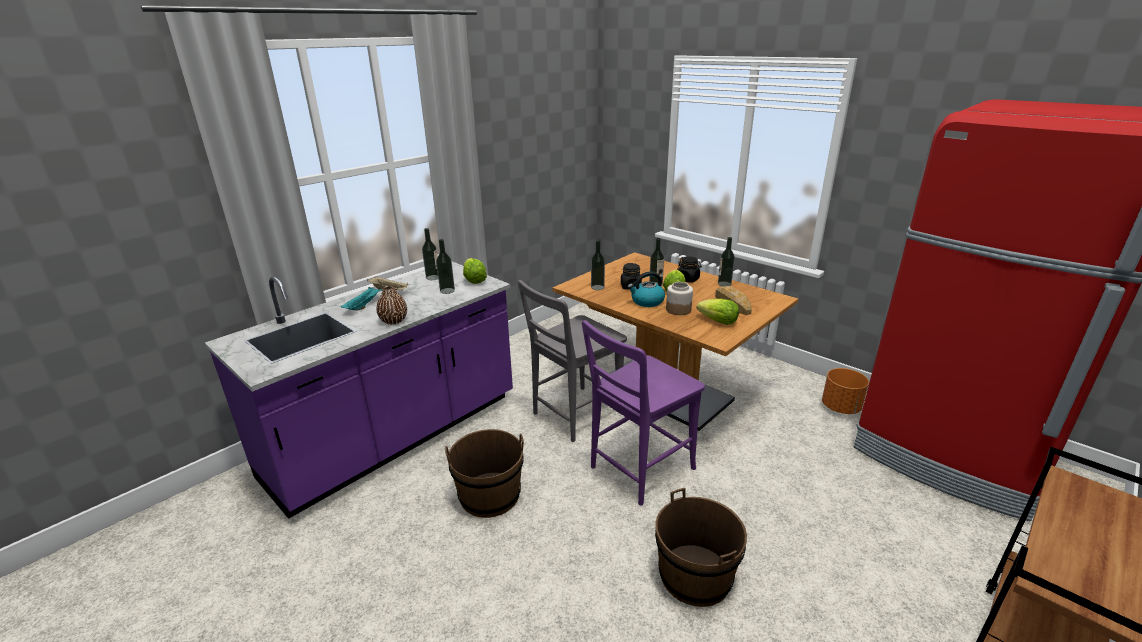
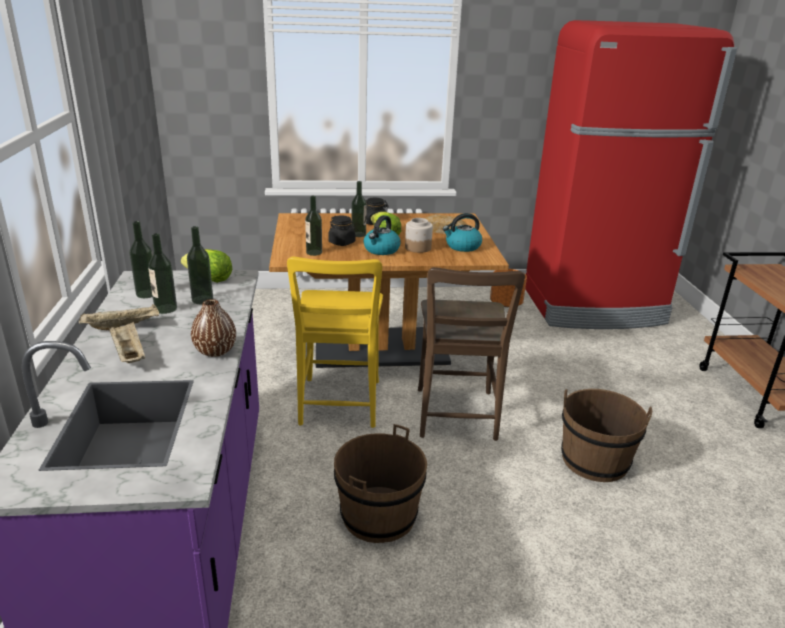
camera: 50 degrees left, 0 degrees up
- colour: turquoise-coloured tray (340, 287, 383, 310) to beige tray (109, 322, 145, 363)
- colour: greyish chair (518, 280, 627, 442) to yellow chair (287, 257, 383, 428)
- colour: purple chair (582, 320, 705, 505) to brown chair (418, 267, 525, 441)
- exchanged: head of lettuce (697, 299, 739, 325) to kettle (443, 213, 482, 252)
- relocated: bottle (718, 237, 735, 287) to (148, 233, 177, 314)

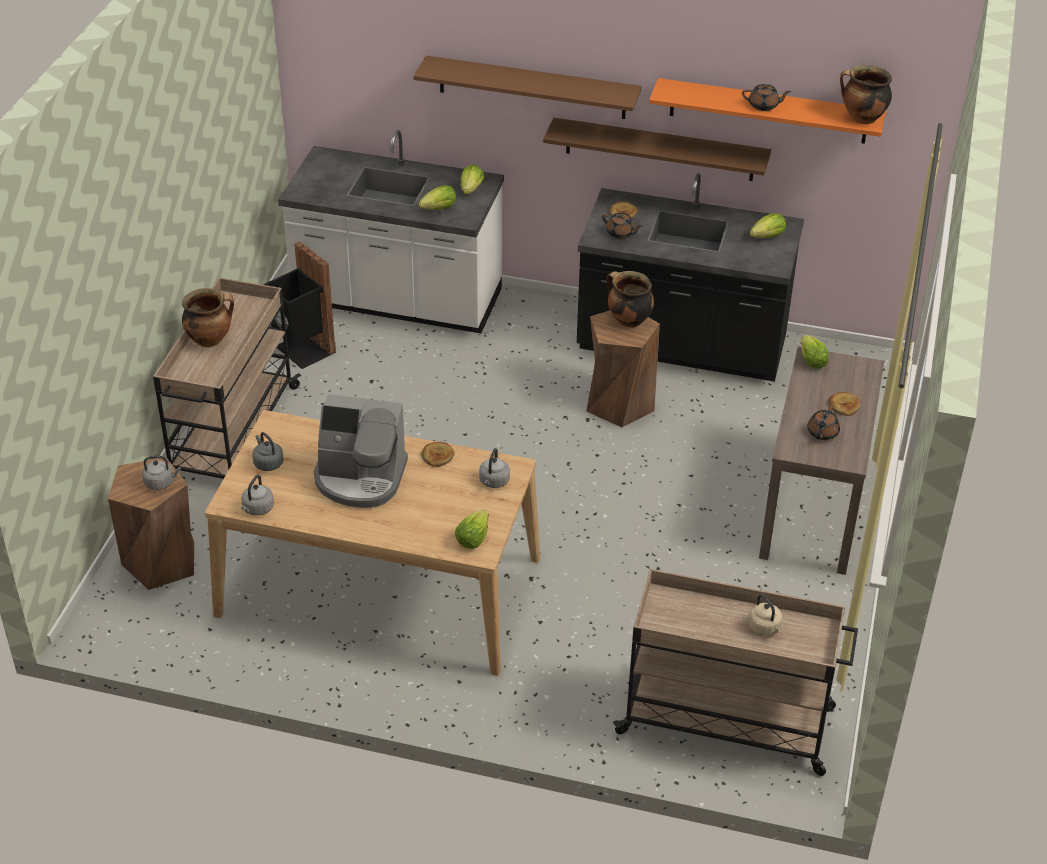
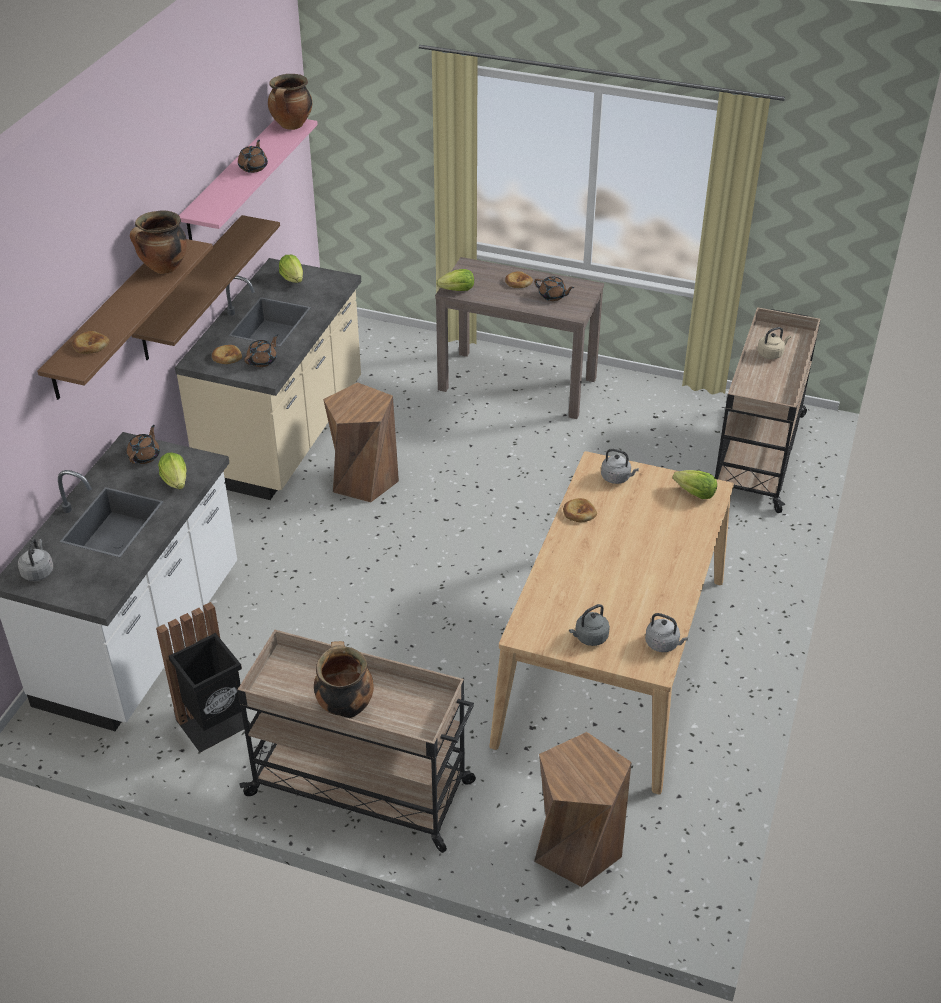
camera: 85 degrees left, 0 degrees up
- relocated: greyish kettle (142, 456, 181, 490) to (18, 538, 53, 581)
- missing: coffee brewer (314, 394, 408, 508)
- exchanged: head of lettuce (460, 164, 484, 194) to brown teapot (127, 425, 160, 464)
- colour: blackish kitchen base unit (577, 173, 804, 382) to beige kitchen base unit (175, 258, 361, 500)
- relocated: stockpot (606, 271, 654, 328) to (130, 210, 187, 274)
- colour: orange bracket shelf (649, 78, 886, 144) to pink-coloured bracket shelf (179, 119, 318, 240)
- appeared: baked bread (72, 331, 110, 354)

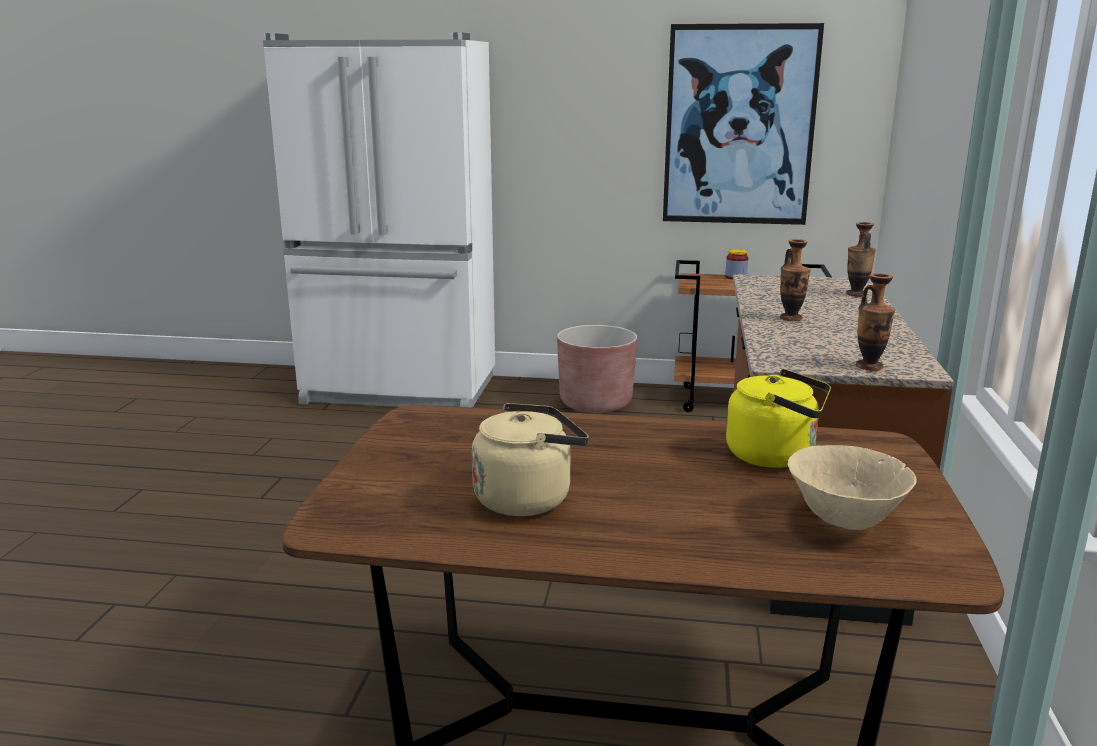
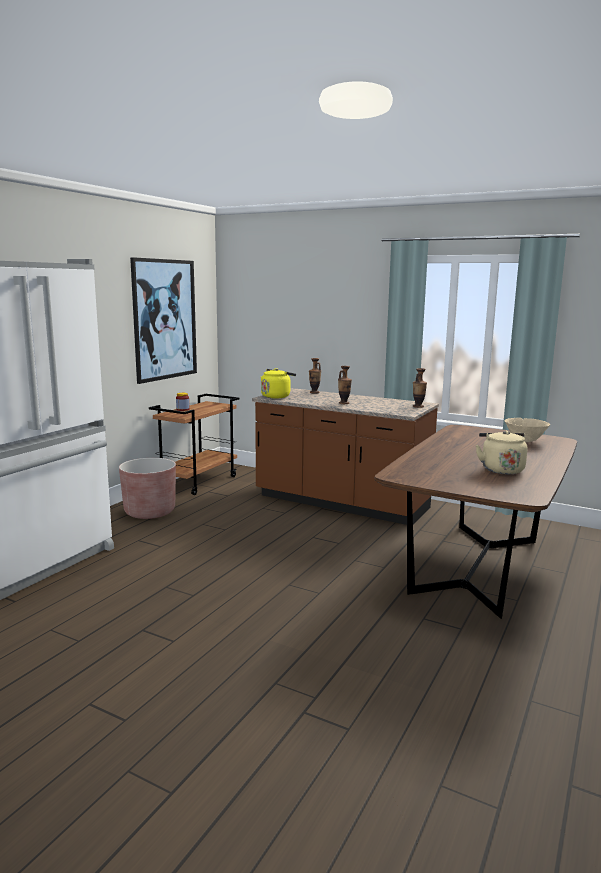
camera: 70 degrees left, 5 degrees down
- relocated: yellow kettle (726, 369, 831, 468) to (261, 368, 296, 398)

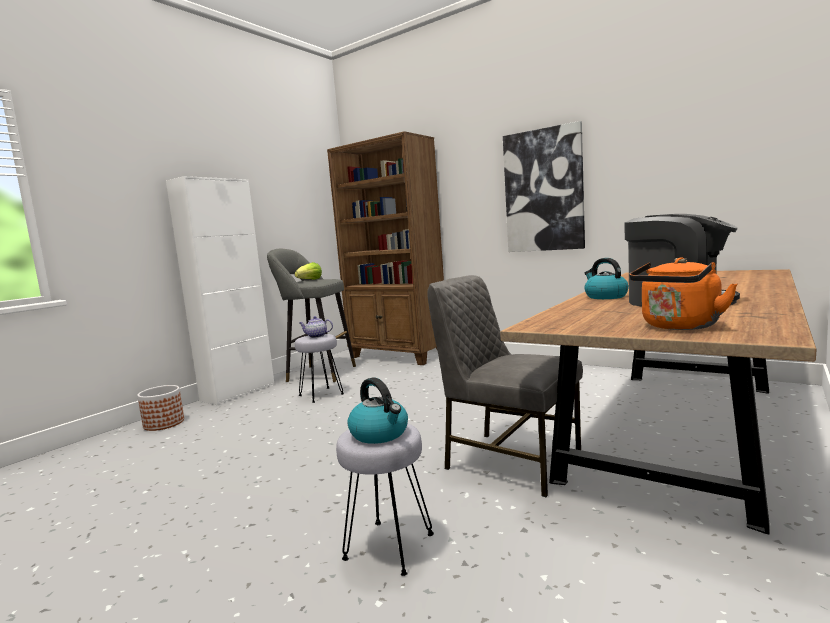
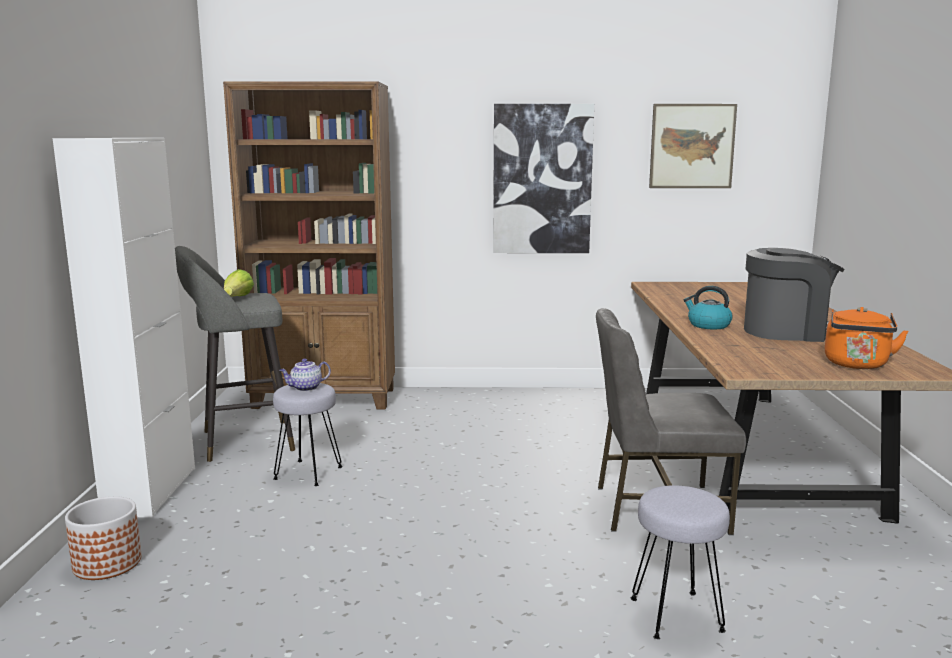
camera: 35 degrees left, 5 degrees up
- missing: kettle (347, 377, 408, 444)
- appeared: wall picture (649, 104, 737, 188)

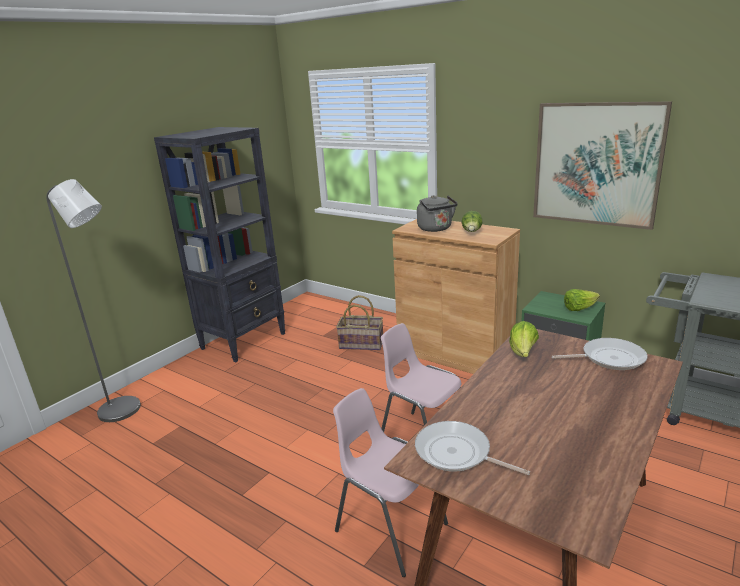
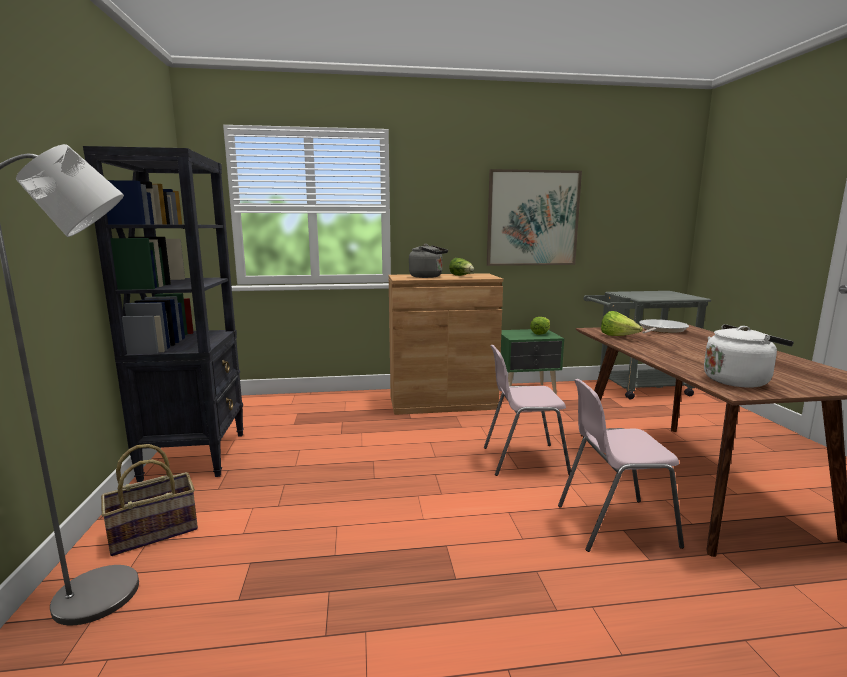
camera: 45 degrees left, 10 degrees down
- relocated: storage basket (336, 295, 383, 350) to (101, 444, 198, 556)
- exchanged: skillet (415, 421, 530, 475) to white-coloured kettle (704, 324, 794, 388)

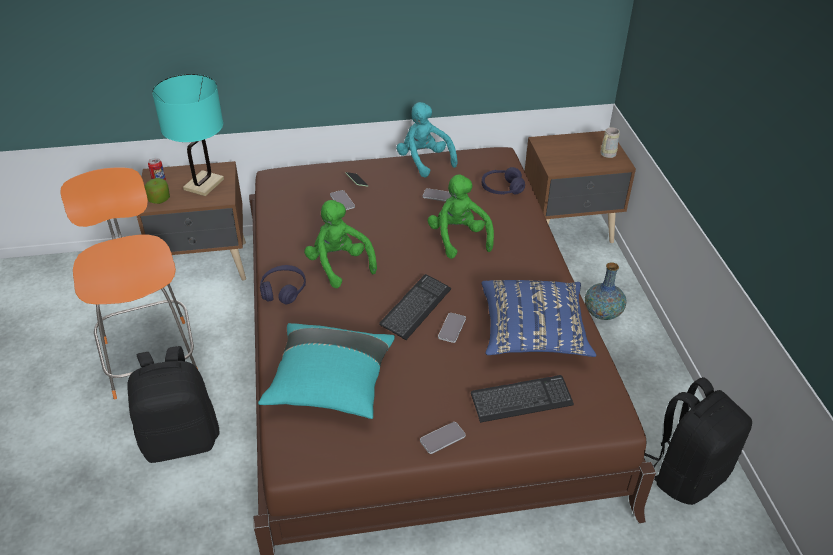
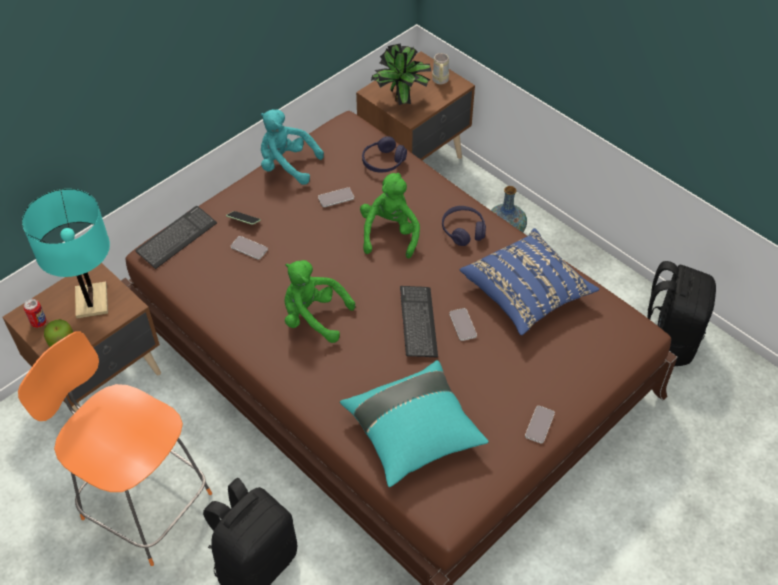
camera: 35 degrees left, 10 degrees up
- relocated: purple headset (260, 265, 306, 304) to (442, 206, 486, 246)
- spun: green-coloured cuddly toy (427, 174, 494, 259) = (360, 173, 420, 258) 60 degrees clockwise
- relocated: PC keyboard (471, 375, 574, 423) to (135, 206, 217, 269)
- appeared: houseplant (371, 43, 431, 105)

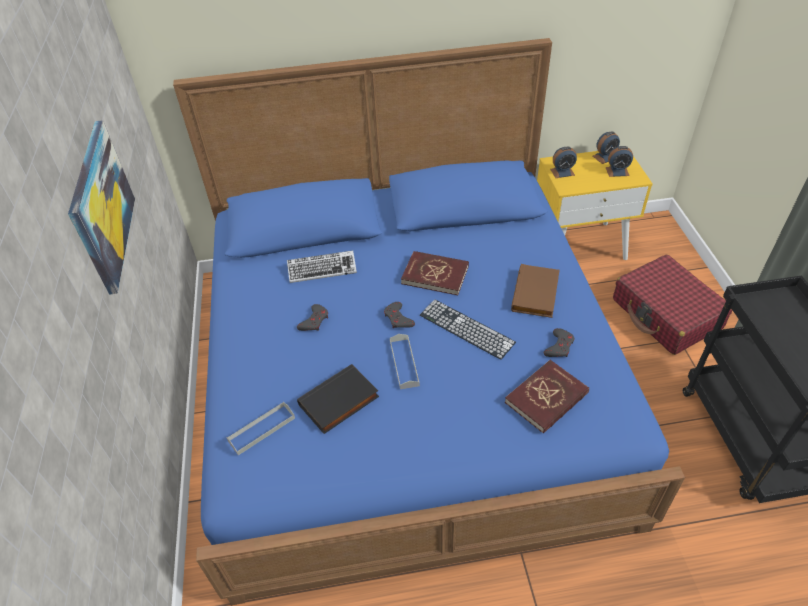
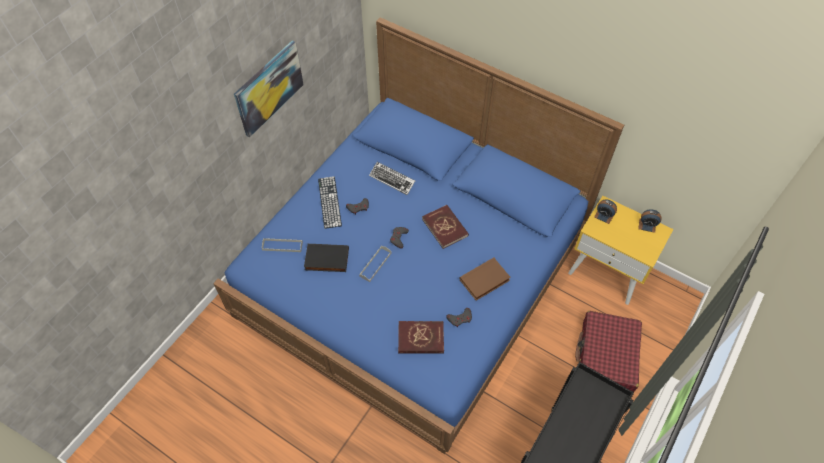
camera: 40 degrees right, 10 degrees up
- relocated: PC keyboard (420, 300, 516, 360) to (318, 176, 342, 229)
- missing: bedside clock (606, 146, 633, 177)

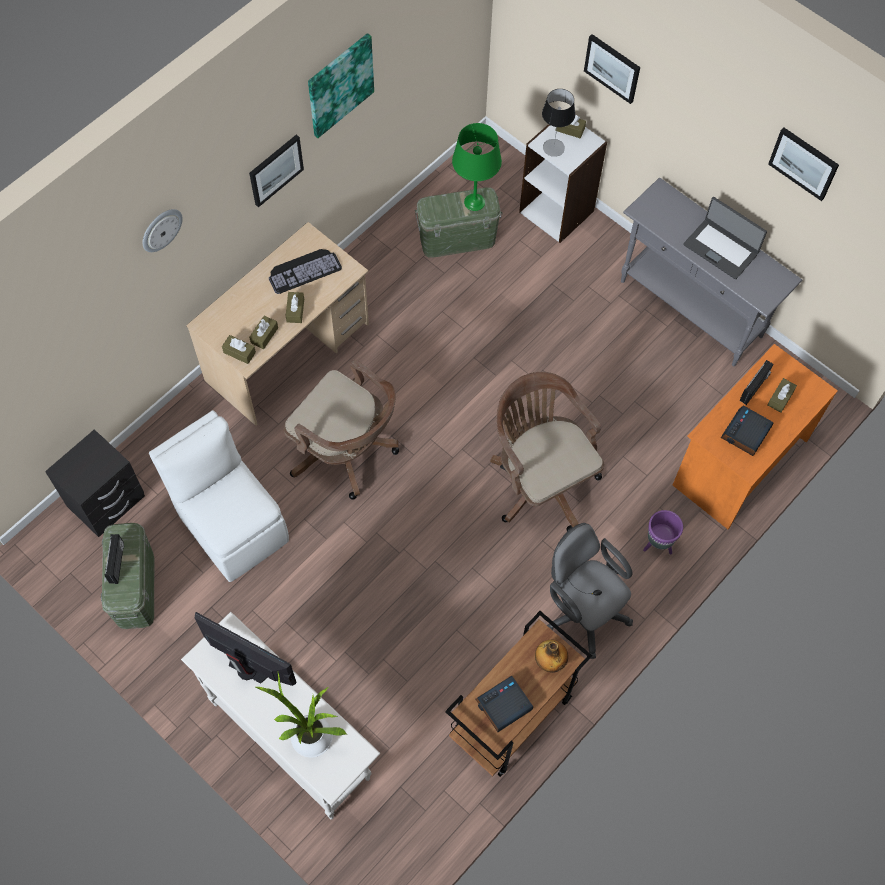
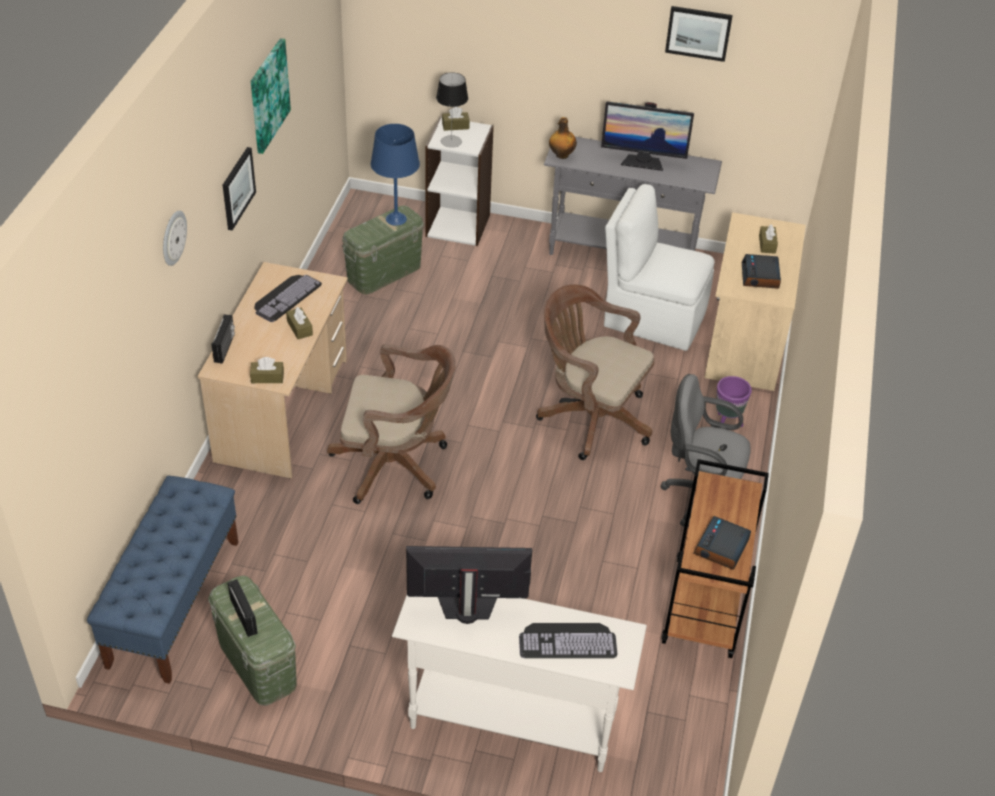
camera: 30 degrees left, 20 degrees down
- exchanged: blackish night table (45, 429, 145, 537) to blue long seat (87, 476, 238, 684)
- relocated: white-coloured chair (149, 410, 289, 582) to (604, 184, 715, 351)
- missing: brown tissue holder (249, 315, 278, 349)
- exchanged: houseplant (256, 673, 347, 758) to PC keyboard (519, 623, 618, 658)
- colour: green-coloured lamp for a table (452, 123, 502, 211) to blue lamp for a table (371, 124, 420, 226)
- relocated: bottle (535, 640, 568, 673) to (549, 117, 577, 159)
- missing: wall picture (584, 34, 640, 104)
- colour: orange desk table (673, 344, 838, 529) to beige desk table (704, 212, 806, 391)
- exchanged: notebook computer (683, 197, 767, 279) to computer display (601, 101, 694, 171)
- relocated: radio (740, 360, 773, 405) to (211, 314, 235, 364)

